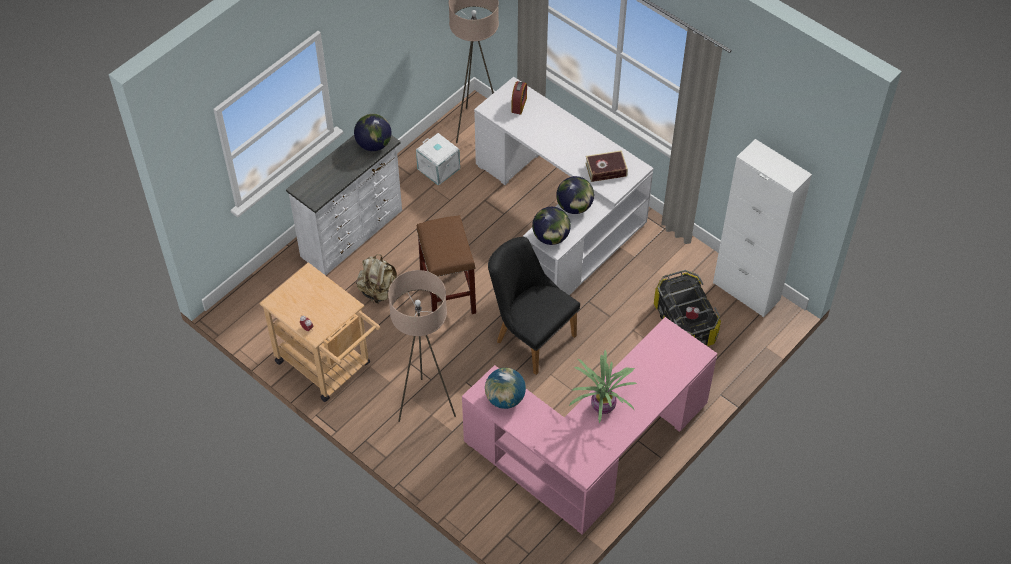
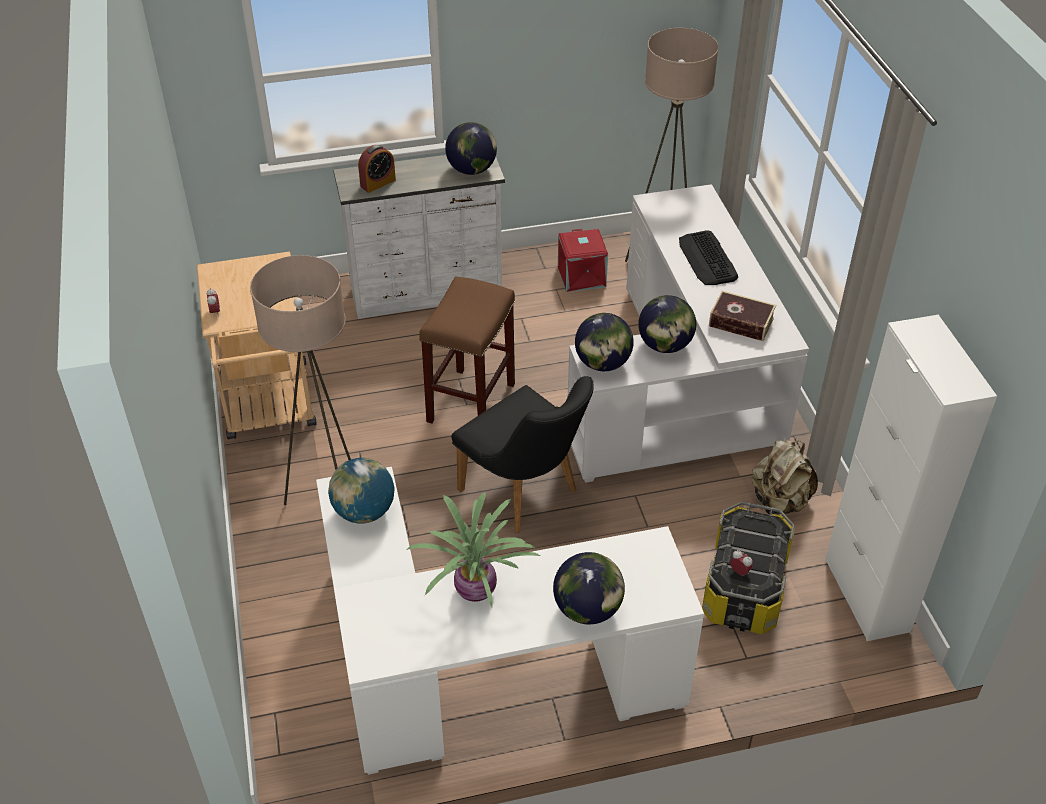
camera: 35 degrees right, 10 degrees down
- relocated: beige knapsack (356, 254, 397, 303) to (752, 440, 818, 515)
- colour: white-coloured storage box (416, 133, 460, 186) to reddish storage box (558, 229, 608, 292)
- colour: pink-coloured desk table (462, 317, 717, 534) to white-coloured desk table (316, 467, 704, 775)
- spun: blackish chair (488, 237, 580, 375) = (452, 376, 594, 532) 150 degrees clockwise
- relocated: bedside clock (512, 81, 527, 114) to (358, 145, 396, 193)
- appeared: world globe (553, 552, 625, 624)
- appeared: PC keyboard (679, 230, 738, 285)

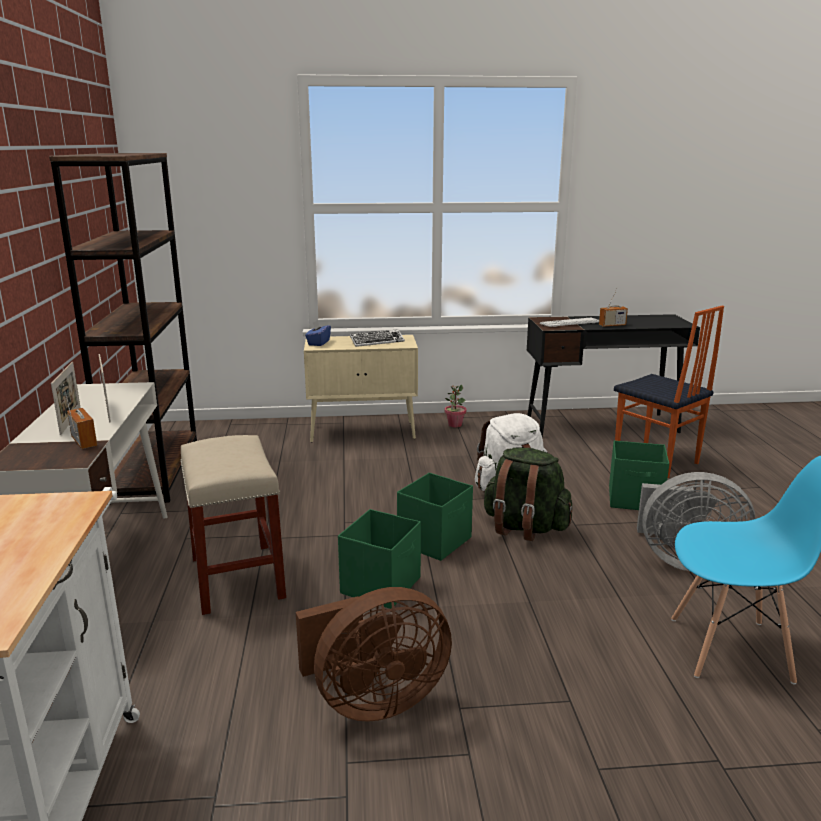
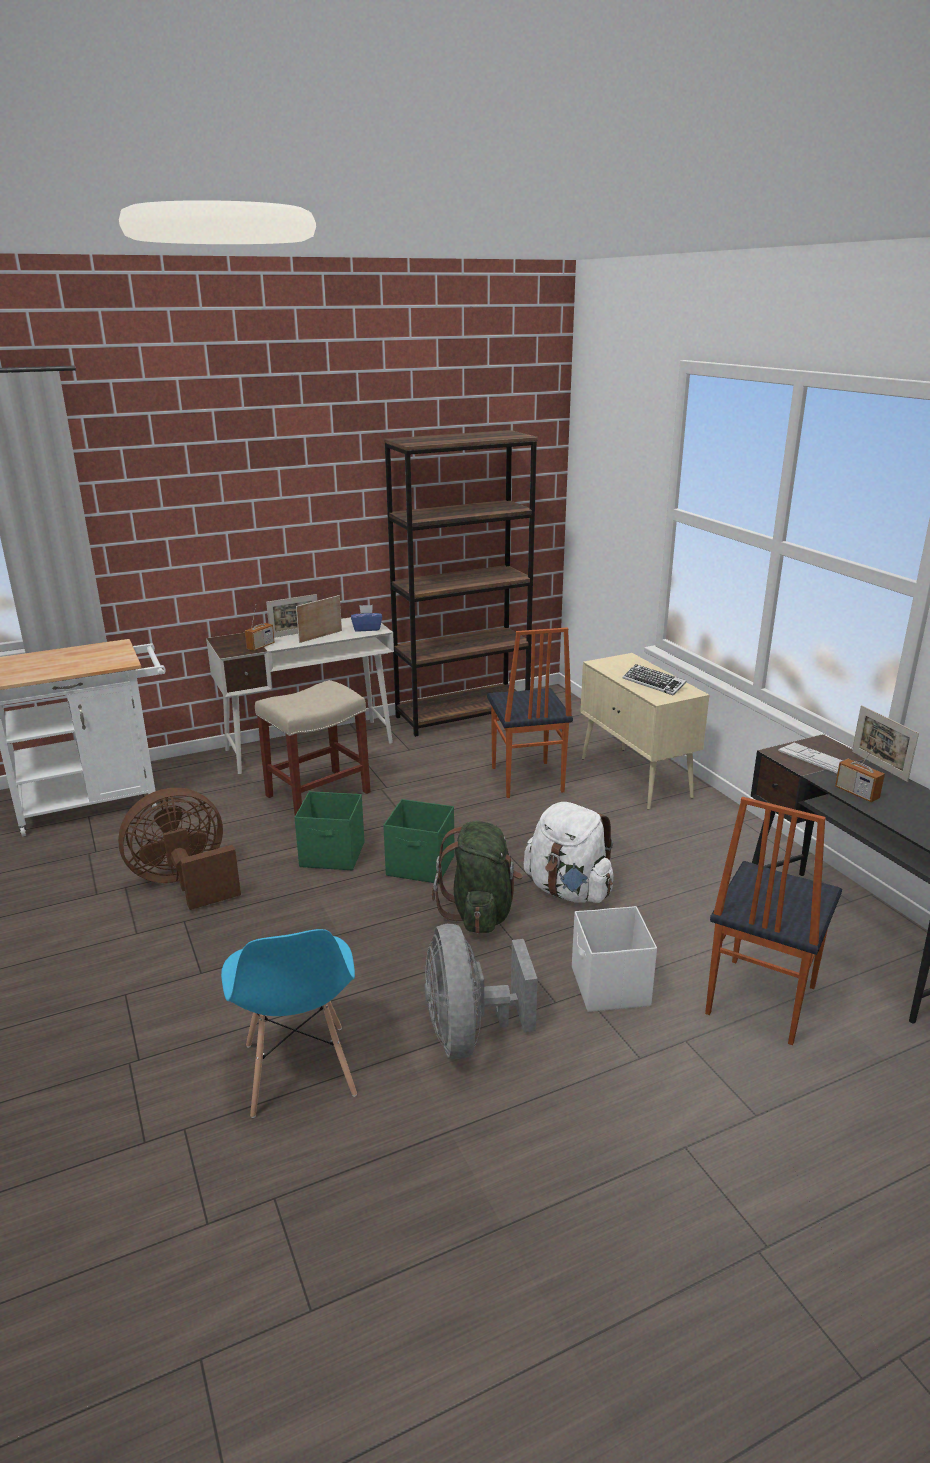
camera: 70 degrees right, 5 degrees up
- spun: brown electric fan (296, 587, 452, 722) = (118, 788, 241, 910) 105 degrees clockwise
- relocated: blue tissue holder (305, 320, 331, 346) to (351, 605, 382, 632)
- missing: houseplant (445, 385, 466, 428)
- colour: green-coloured storage box (609, 440, 669, 510) to white-coloured storage box (572, 906, 657, 1012)
- appeared: chair (487, 628, 573, 798)
- appeared: photo frame (852, 705, 919, 782)

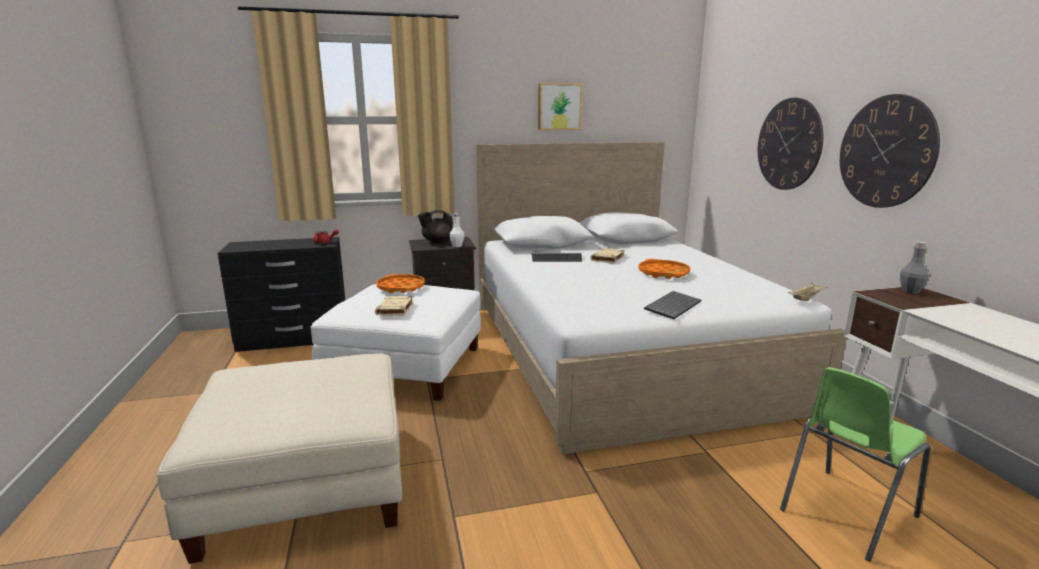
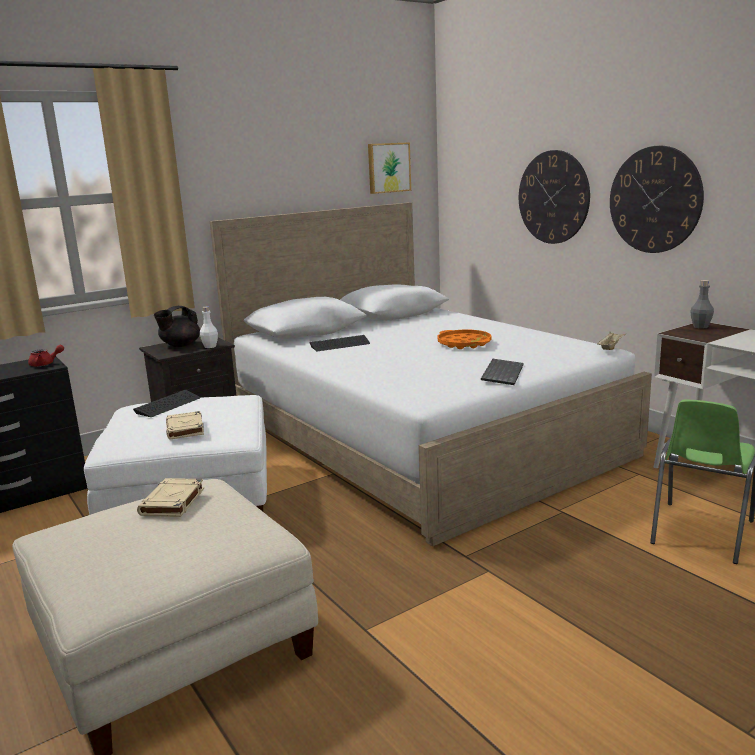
camera: 20 degrees left, 0 degrees up
- exchanged: orange tray (376, 274, 425, 293) to PC keyboard (133, 390, 200, 417)
- relocated: wall picture (538, 83, 582, 130) to (368, 142, 411, 194)
- relocated: beige bound book (590, 248, 625, 264) to (137, 478, 204, 517)

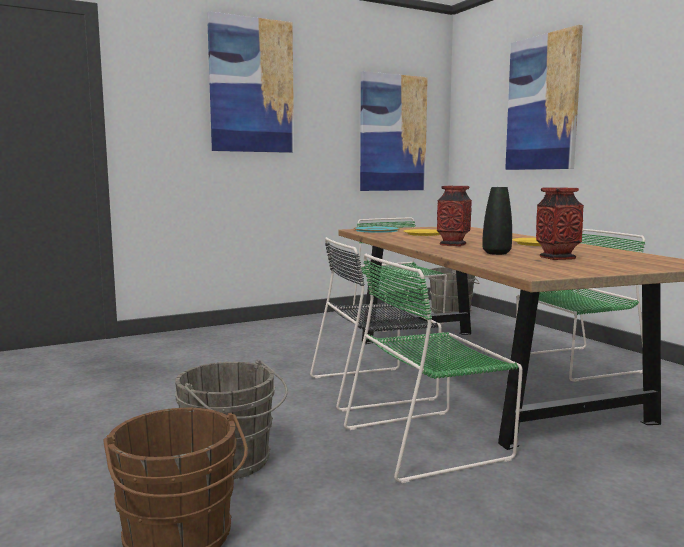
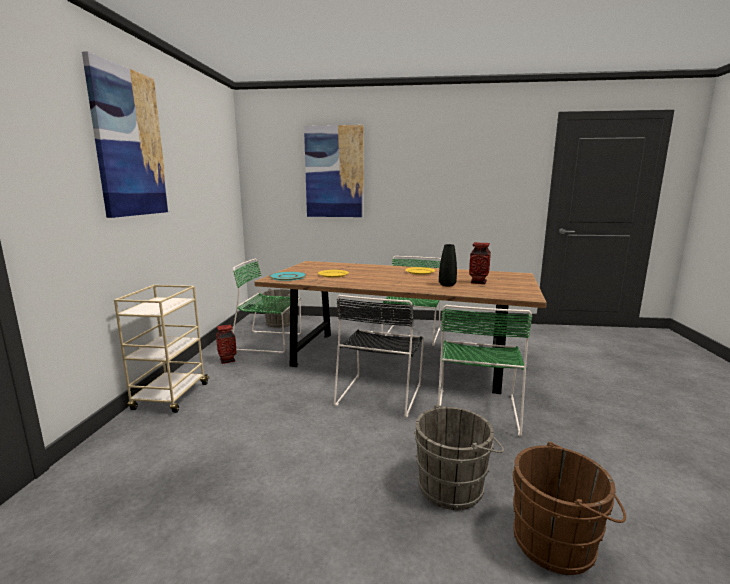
camera: 55 degrees left, 5 degrees up
- missing: wall picture (360, 71, 428, 191)
- relocated: vase (437, 186, 472, 246) to (216, 324, 237, 364)
- appeared: beige wheeled cart (114, 285, 209, 413)

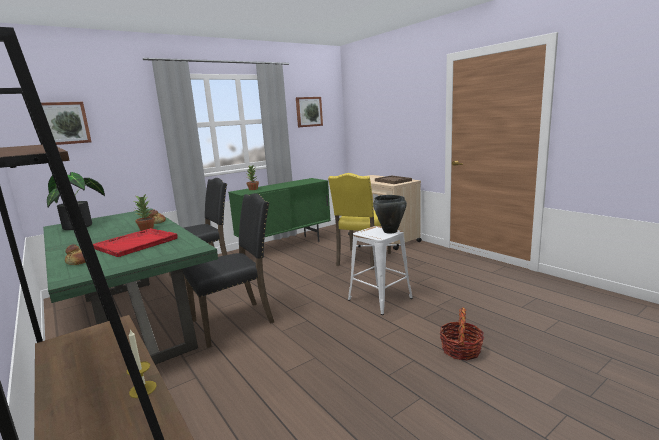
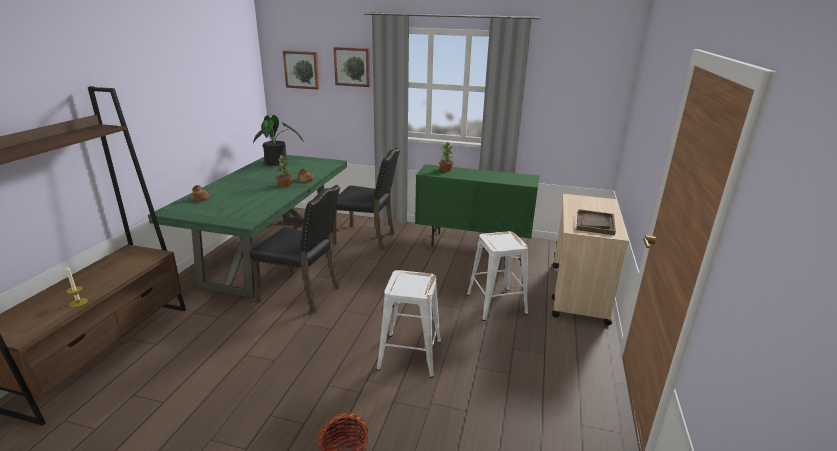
camera: 50 degrees right, 10 degrees up
- missing: reddish tray (93, 228, 178, 257)
- relocated: wall picture (296, 97, 323, 127) to (333, 47, 370, 87)
- exchanged: yellow chair (328, 173, 391, 270) to white-coloured stool seat (467, 231, 528, 321)
- missing: blackish stockpot (373, 195, 407, 234)

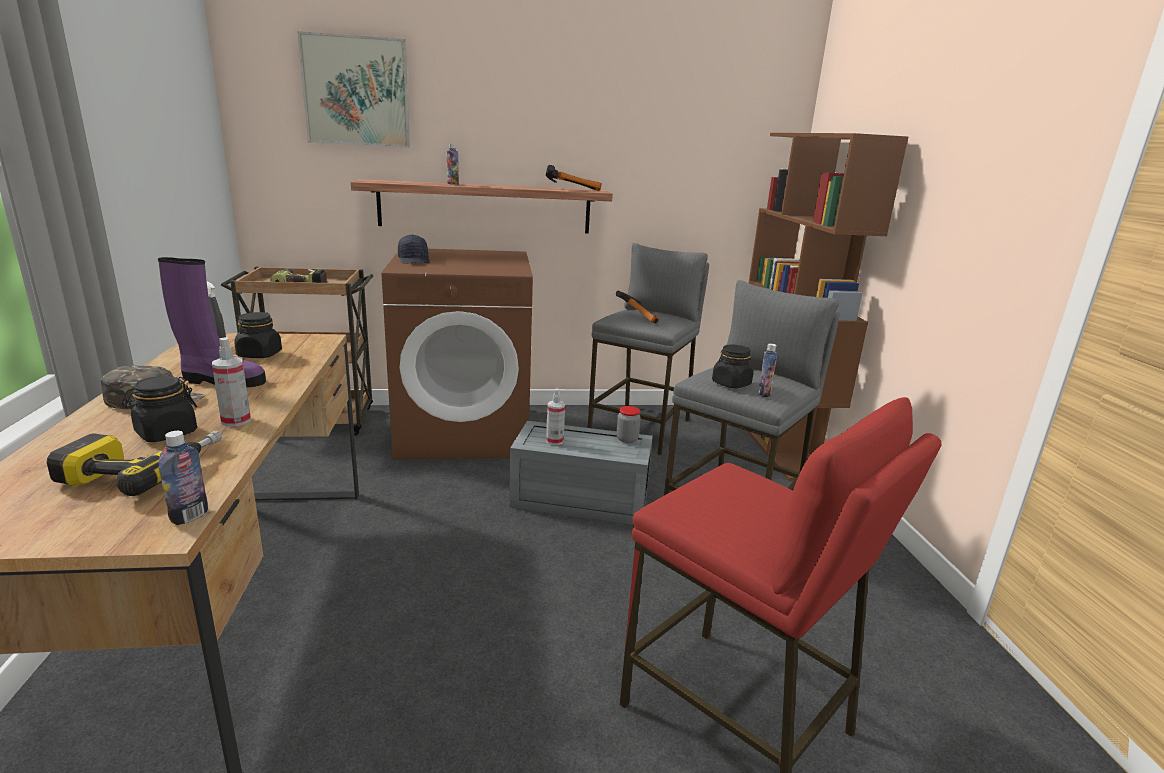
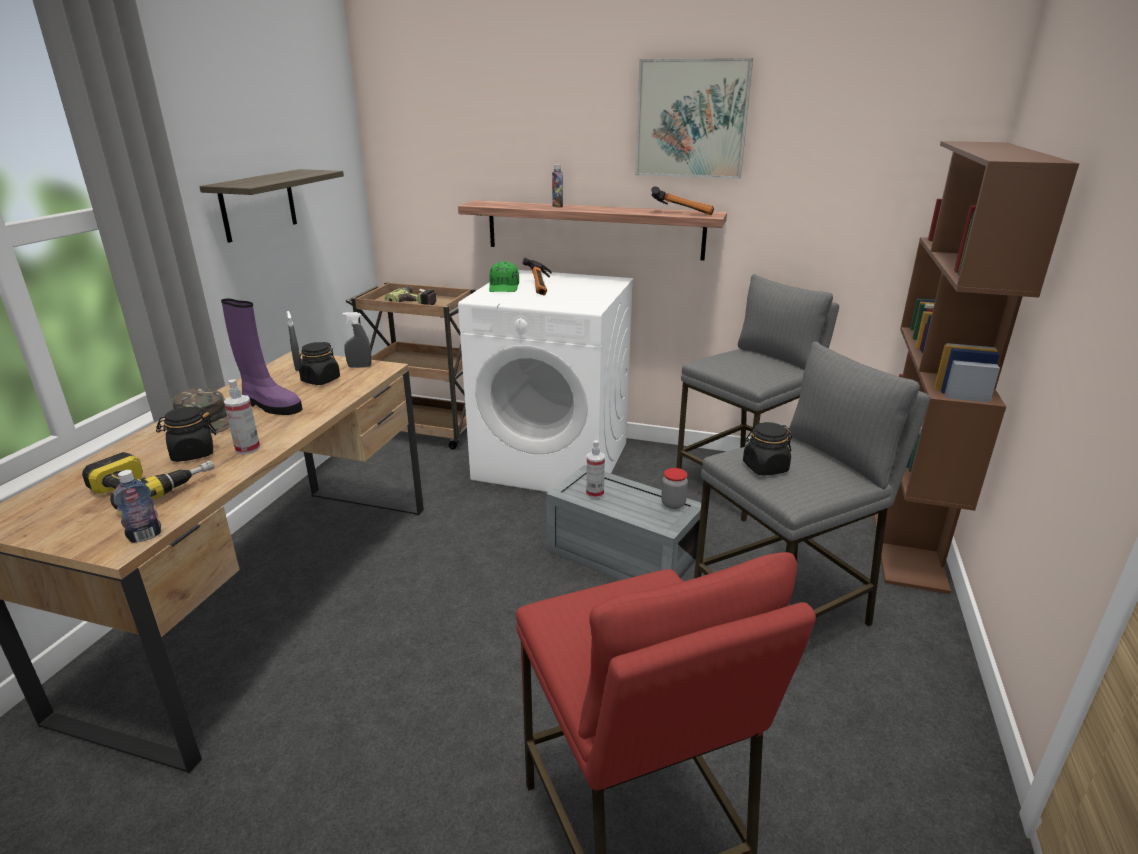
camera: 25 degrees right, 5 degrees up
- relocated: wall picture (297, 31, 410, 148) to (635, 58, 753, 179)
- colour: brown washing machine (382, 249, 533, 459) to white-coloured washing machine (458, 270, 634, 492)
- colour: blackish cap (398, 234, 430, 264) to green-coloured cap (489, 261, 519, 292)
- relocated: tool hammer (616, 291, 659, 324) to (523, 258, 552, 296)
- missing: bottle (758, 343, 777, 397)
- appeared: bracket shelf (199, 169, 344, 243)
- appeared: greyish spray bottle (343, 312, 372, 368)

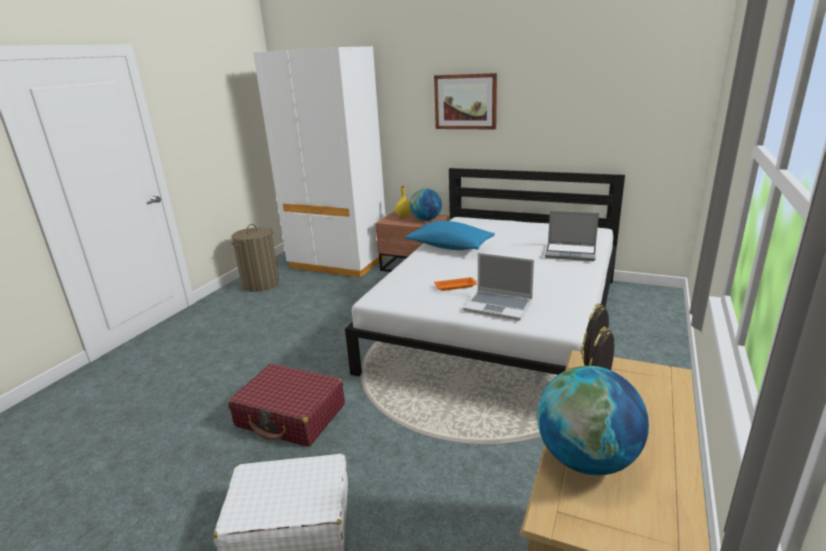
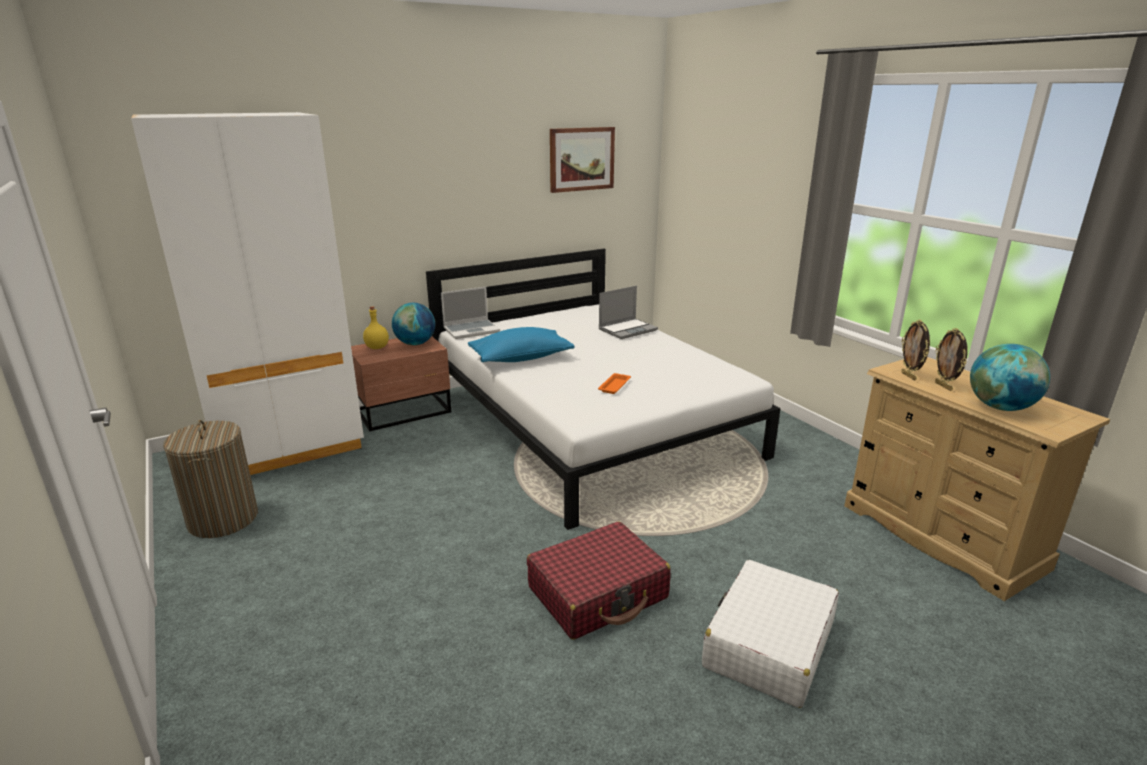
camera: 55 degrees left, 0 degrees up
- relocated: wall picture (434, 73, 497, 130) to (550, 127, 615, 193)
- relocated: notebook computer (463, 253, 534, 321) to (441, 287, 500, 339)

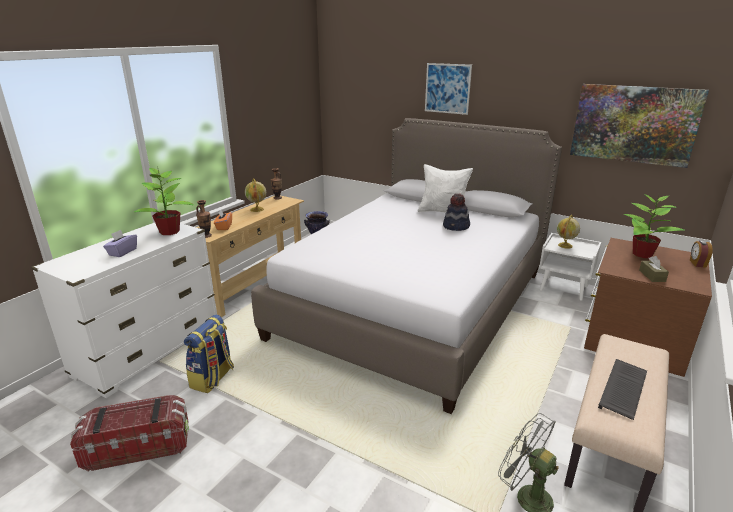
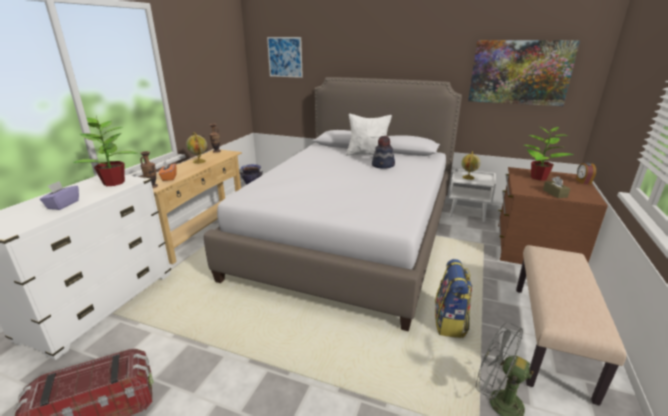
camera: 10 degrees left, 0 degrees up
- relocated: knapsack (184, 314, 234, 393) to (435, 259, 472, 338)
- relocated: wall picture (425, 63, 472, 115) to (267, 37, 303, 78)
- missing: PC keyboard (598, 359, 647, 420)

